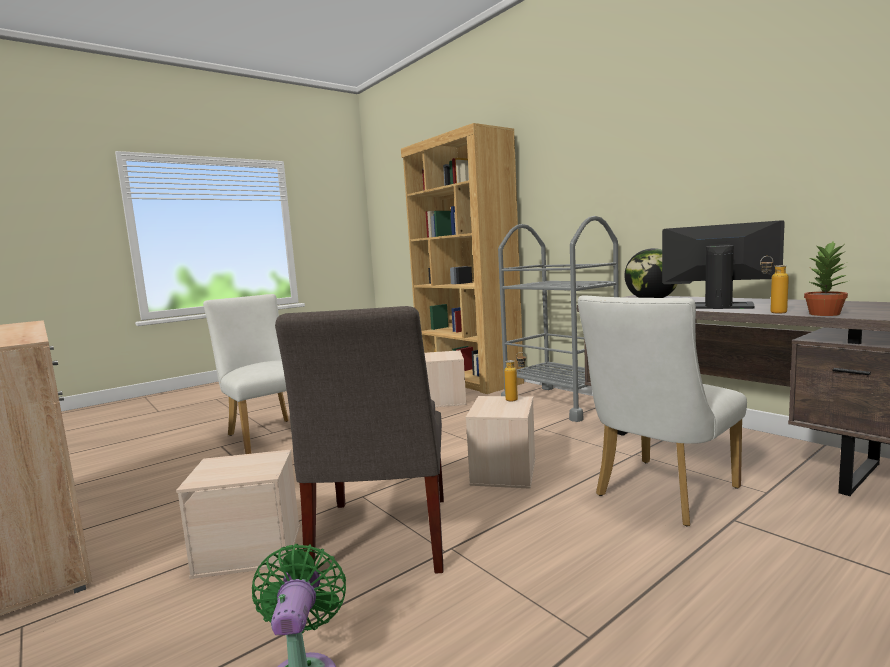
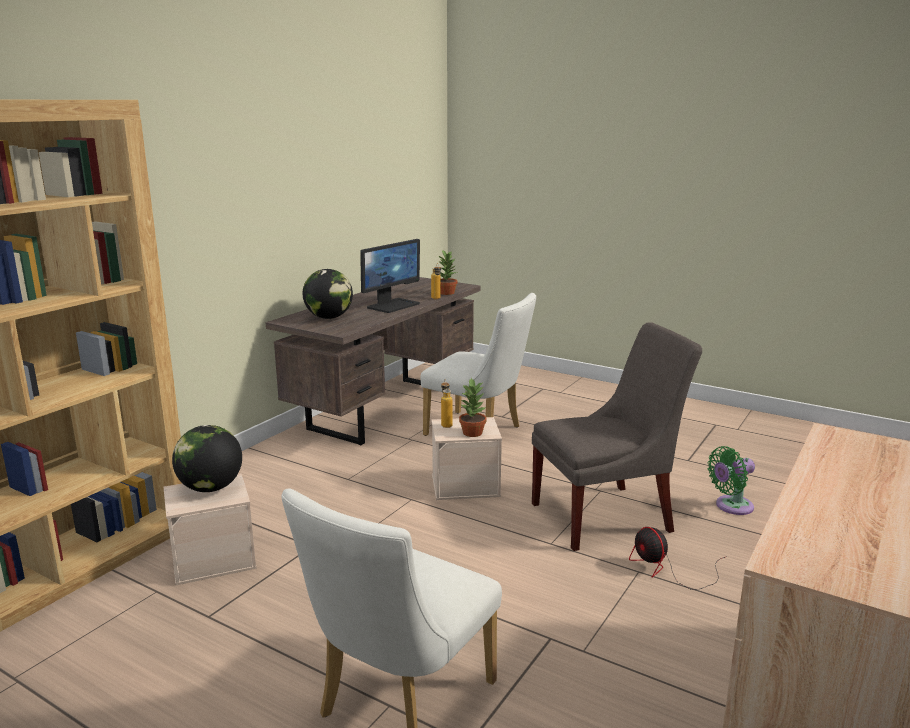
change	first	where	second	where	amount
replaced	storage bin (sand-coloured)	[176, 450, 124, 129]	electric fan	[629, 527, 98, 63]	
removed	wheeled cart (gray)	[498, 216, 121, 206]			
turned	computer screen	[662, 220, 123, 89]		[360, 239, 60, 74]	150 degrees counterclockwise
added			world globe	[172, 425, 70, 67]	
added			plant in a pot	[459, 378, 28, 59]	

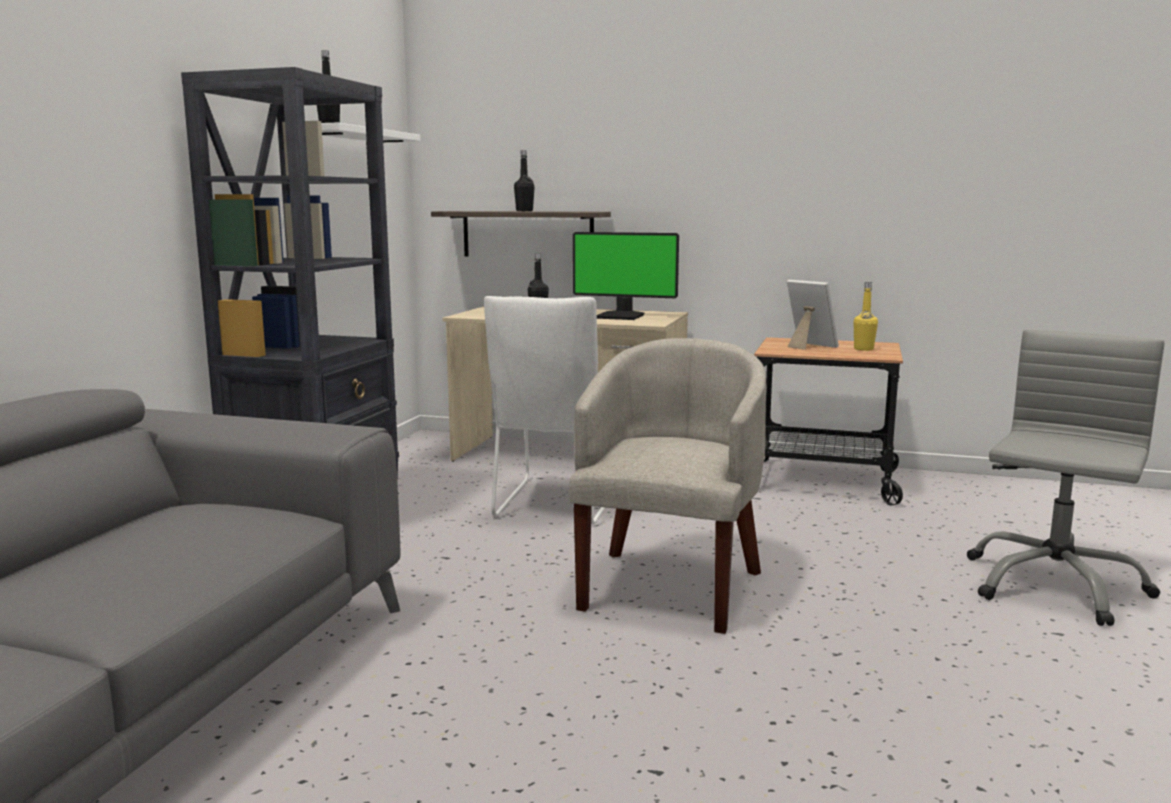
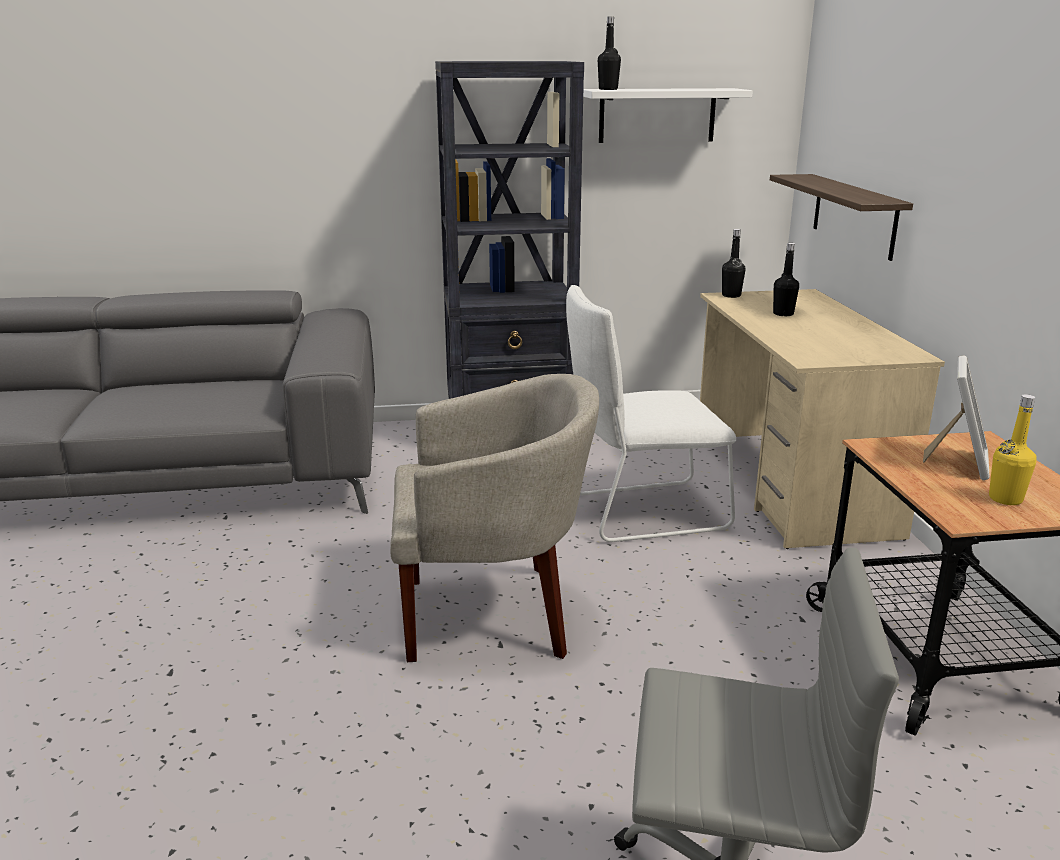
change	first	where	second	where	amount
moved	bottle (black)	[514, 150, 20, 61]		[722, 229, 23, 69]	
removed	computer screen	[573, 232, 106, 88]			

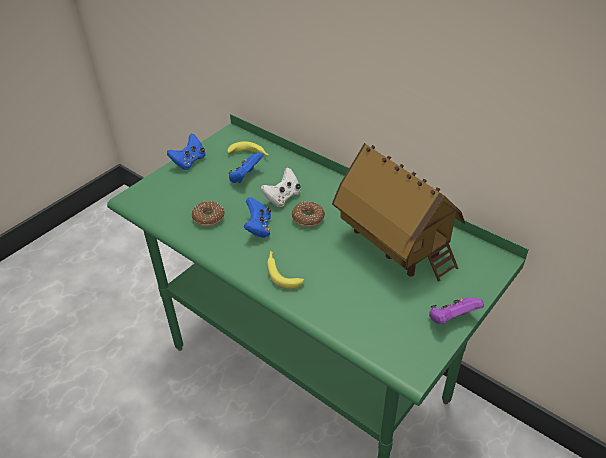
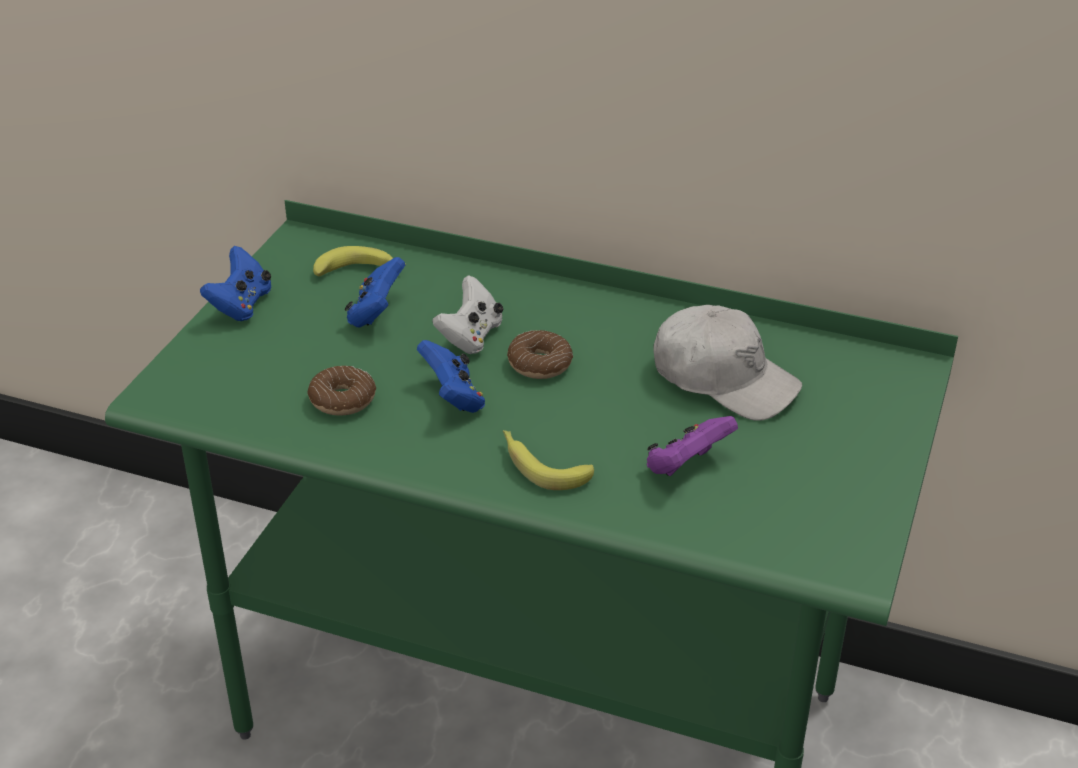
change	first	where	second	where	amount
replaced	model house	[332, 143, 133, 138]	baseball cap (white-coloured)	[654, 305, 148, 116]	
moved	joypad (purplish)	[429, 297, 55, 27]		[647, 416, 91, 60]	

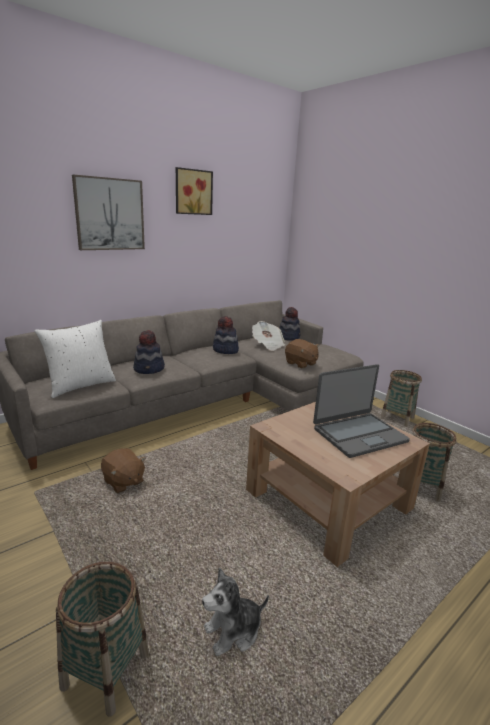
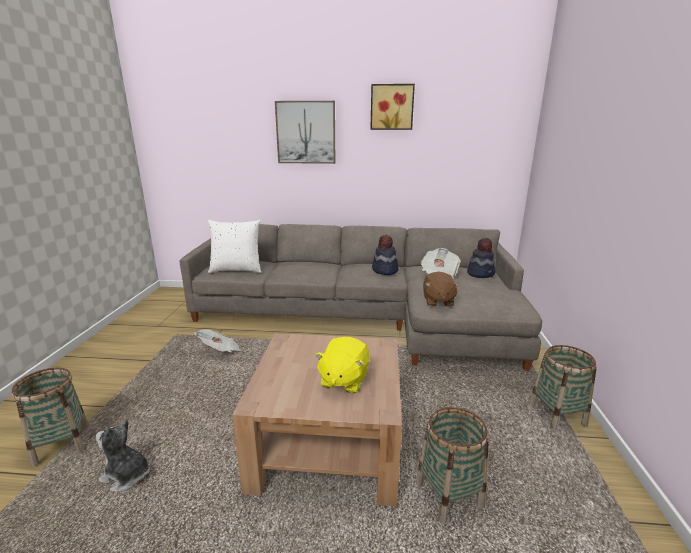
change	first	where	second	where	amount
replaced	soft toy (brown)	[101, 448, 45, 45]	daily paper	[194, 329, 49, 23]	
removed	wearable hat	[133, 330, 32, 44]			
replaced	notebook computer	[313, 364, 97, 94]	soft toy (yellow)	[315, 337, 55, 56]	

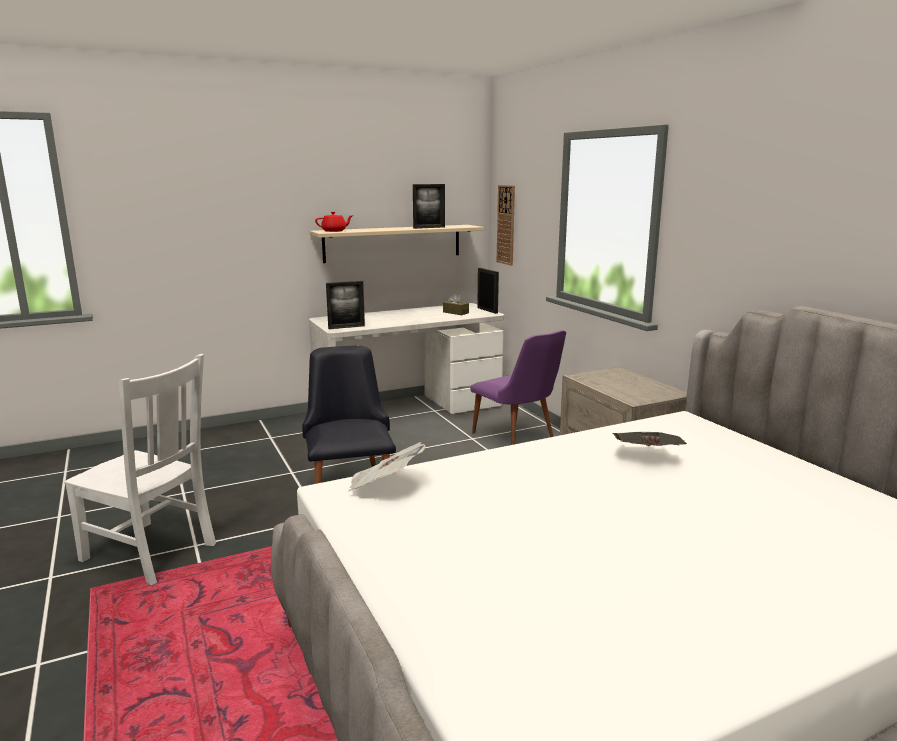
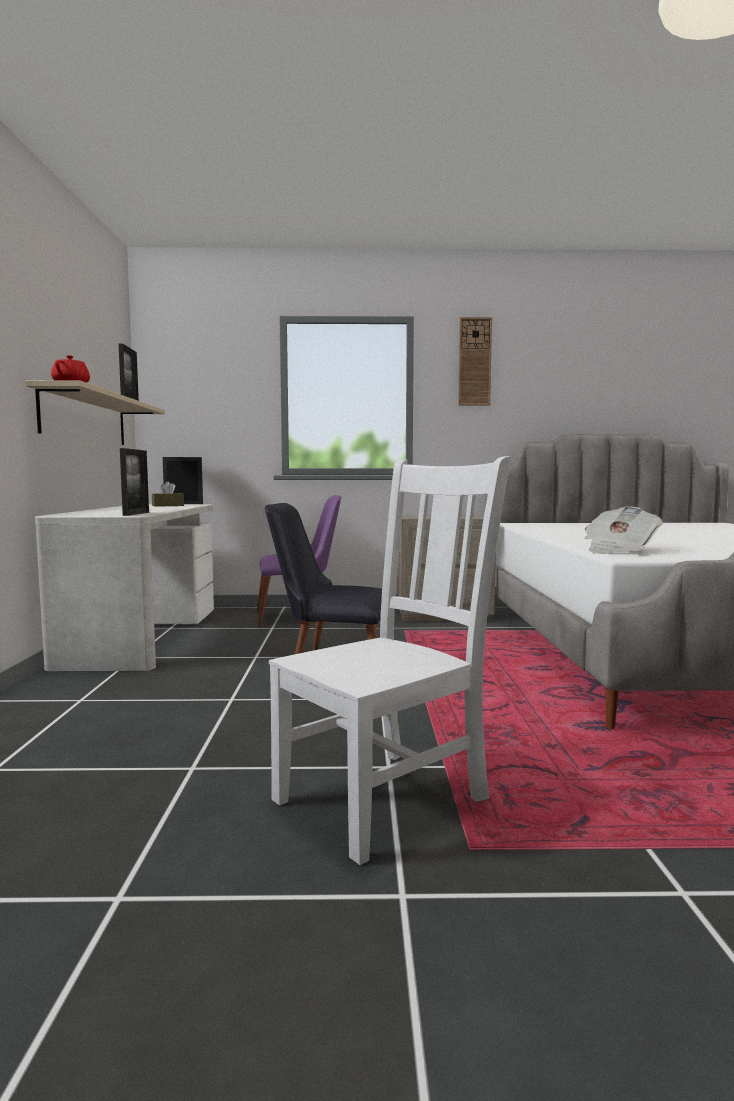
change	first	where	second	where	amount
moved	wall clock	[496, 185, 19, 80]		[458, 317, 34, 88]	
removed	daily paper	[613, 432, 74, 14]			

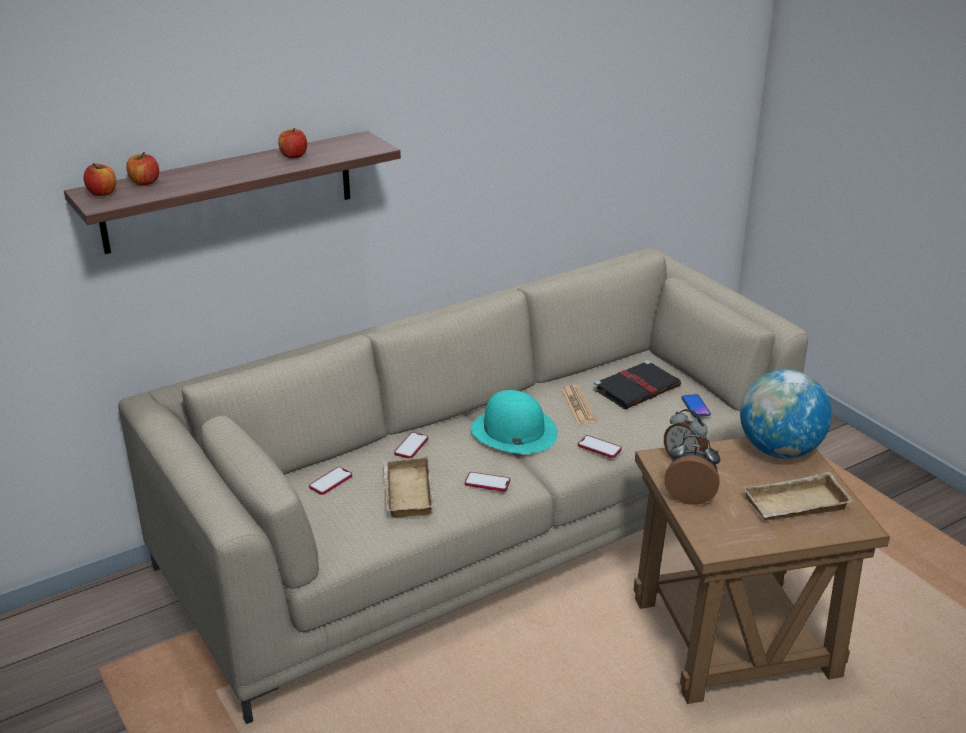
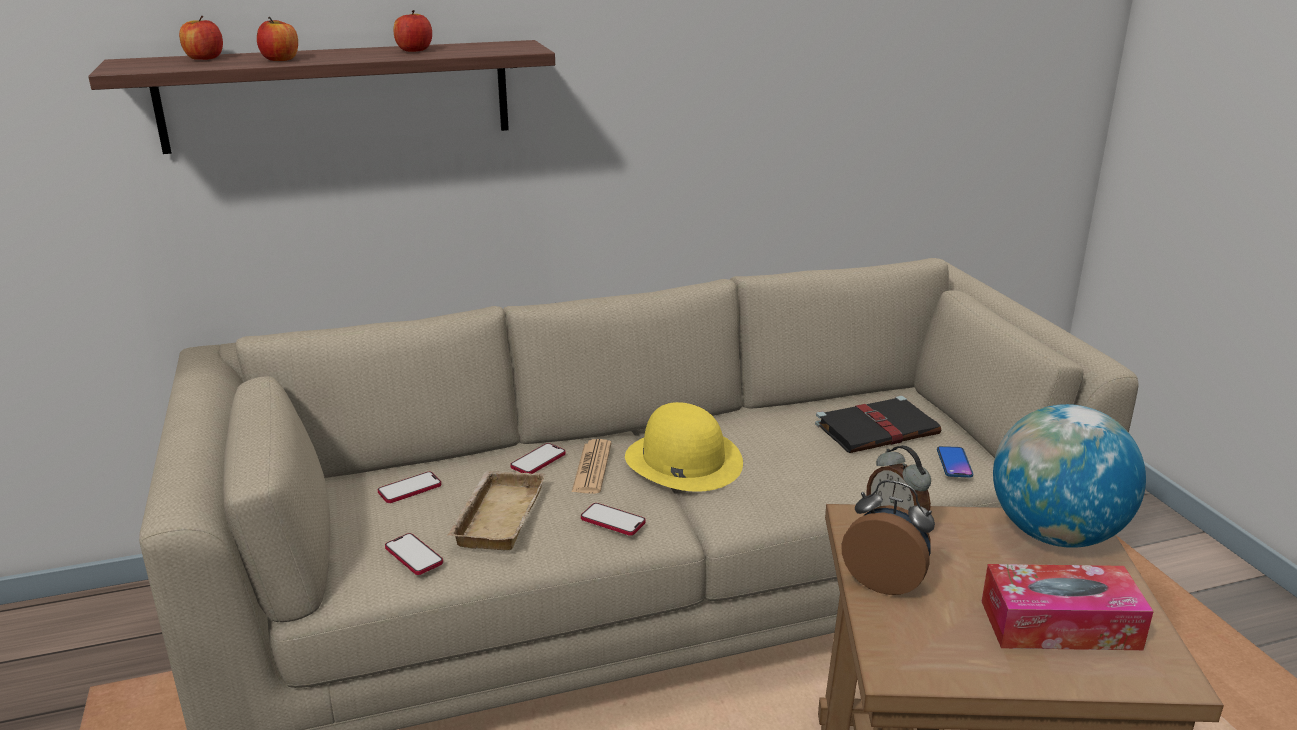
change	first	where	second	where	amount
moved	apple	[84, 163, 32, 33]		[257, 17, 41, 44]	
recoloured	wearable hat (turquoise)	[471, 390, 87, 64]	wearable hat (yellow)	[625, 402, 118, 90]	
moved	daily paper	[561, 385, 36, 39]		[572, 439, 39, 55]	
moved	phone	[578, 435, 44, 23]		[385, 533, 58, 42]	
replaced	tray (sand-coloured)	[743, 472, 111, 48]	tissue box	[981, 564, 173, 86]	

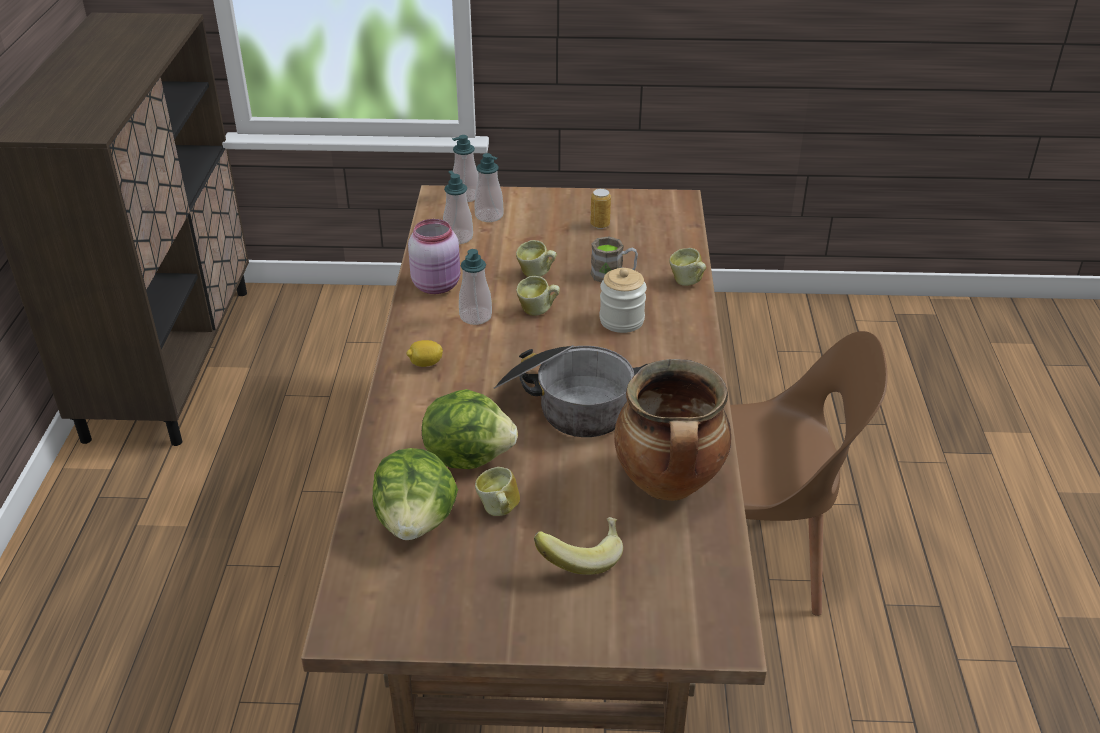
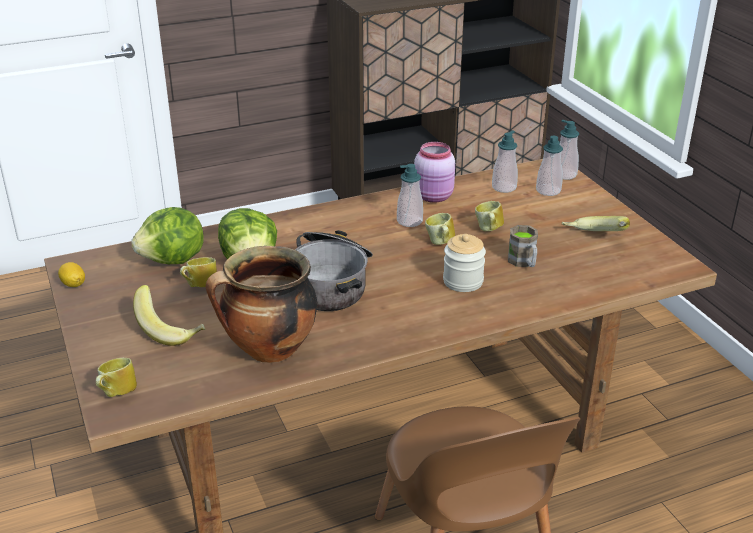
change	first	where	second	where	amount
moved	whole lemon	[407, 340, 36, 27]		[58, 262, 27, 25]	
replaced	metal can	[590, 188, 21, 41]	whole banana	[562, 216, 68, 15]	
moved	tea mug	[669, 248, 37, 38]		[96, 357, 41, 40]	

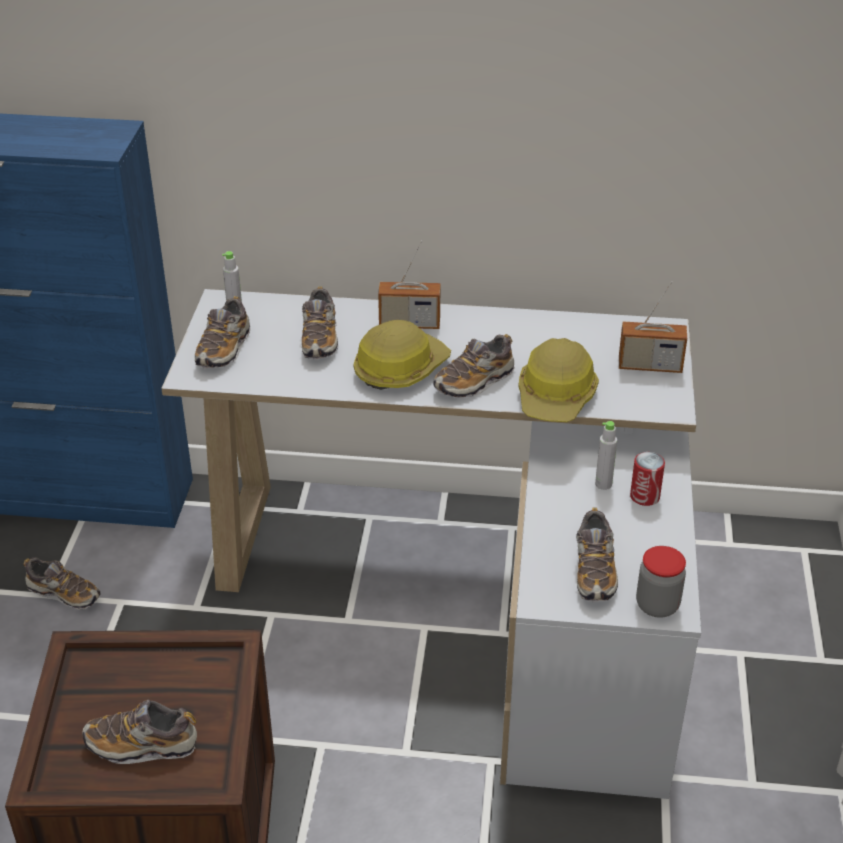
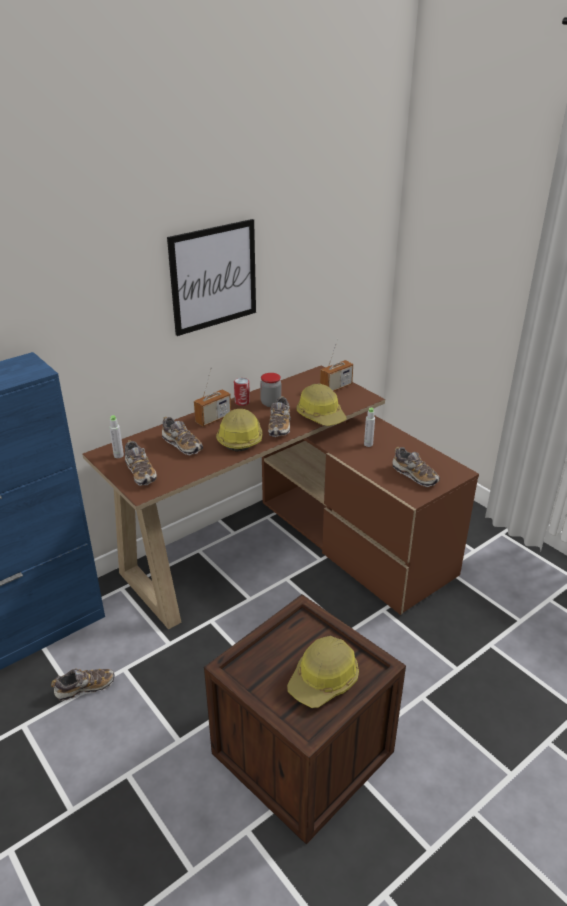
change	first	where	second	where	amount
replaced	shoe	[82, 700, 115, 64]	work helmet	[287, 636, 72, 72]	
recoloured	desk (white-coloured)	[161, 289, 540, 510]	desk (brown)	[82, 365, 397, 264]	
moved	metal can	[630, 452, 35, 54]		[234, 378, 16, 28]	
moved	preserve jar	[636, 546, 50, 72]		[260, 373, 21, 34]	
added			wall picture	[167, 219, 89, 117]	

